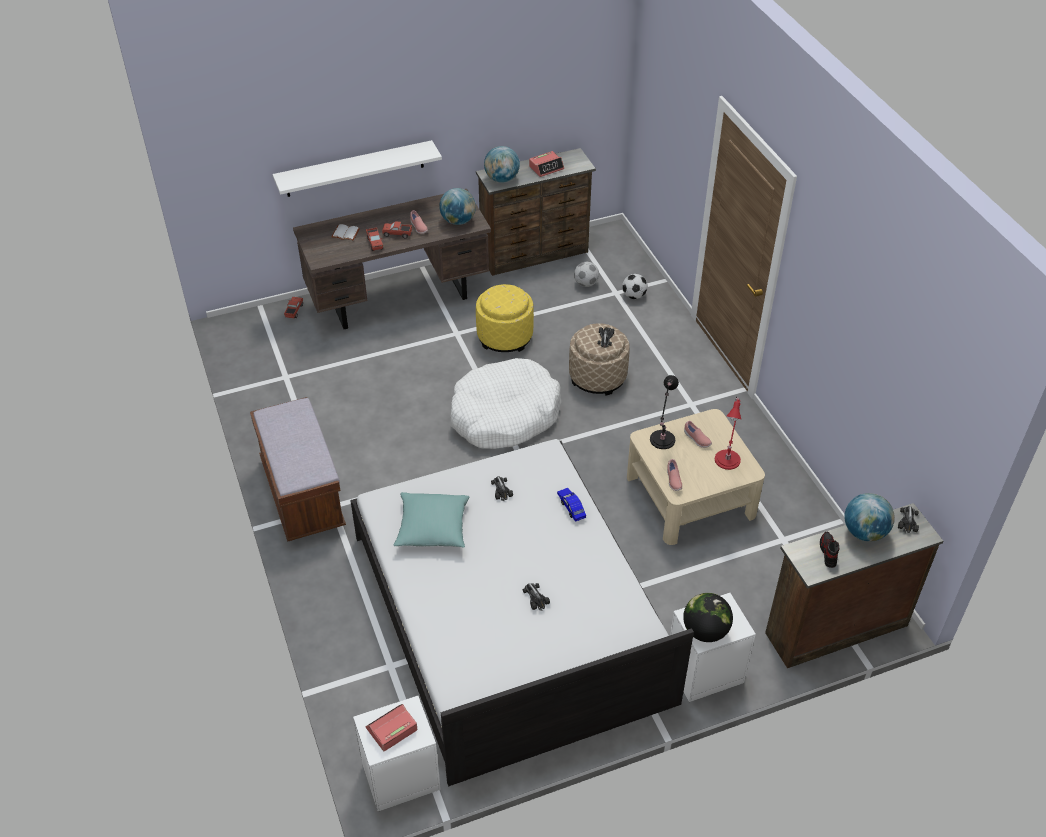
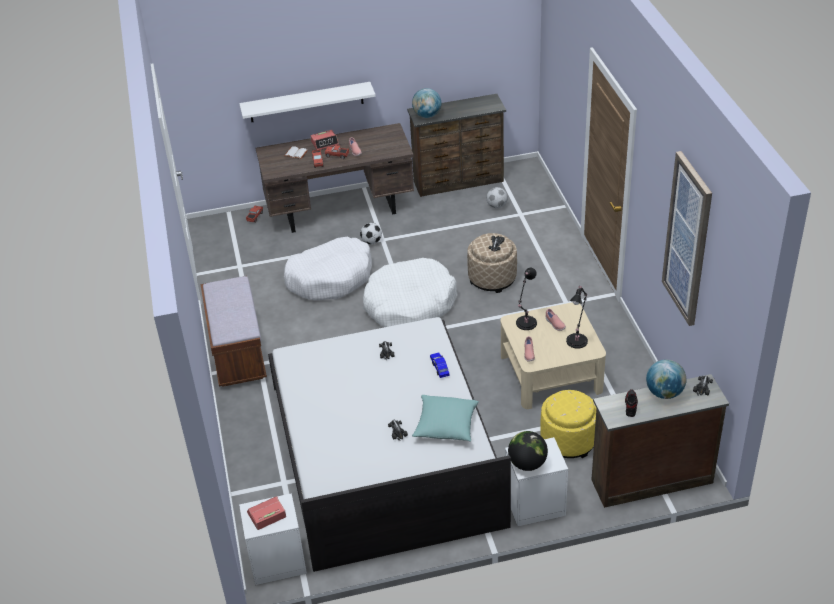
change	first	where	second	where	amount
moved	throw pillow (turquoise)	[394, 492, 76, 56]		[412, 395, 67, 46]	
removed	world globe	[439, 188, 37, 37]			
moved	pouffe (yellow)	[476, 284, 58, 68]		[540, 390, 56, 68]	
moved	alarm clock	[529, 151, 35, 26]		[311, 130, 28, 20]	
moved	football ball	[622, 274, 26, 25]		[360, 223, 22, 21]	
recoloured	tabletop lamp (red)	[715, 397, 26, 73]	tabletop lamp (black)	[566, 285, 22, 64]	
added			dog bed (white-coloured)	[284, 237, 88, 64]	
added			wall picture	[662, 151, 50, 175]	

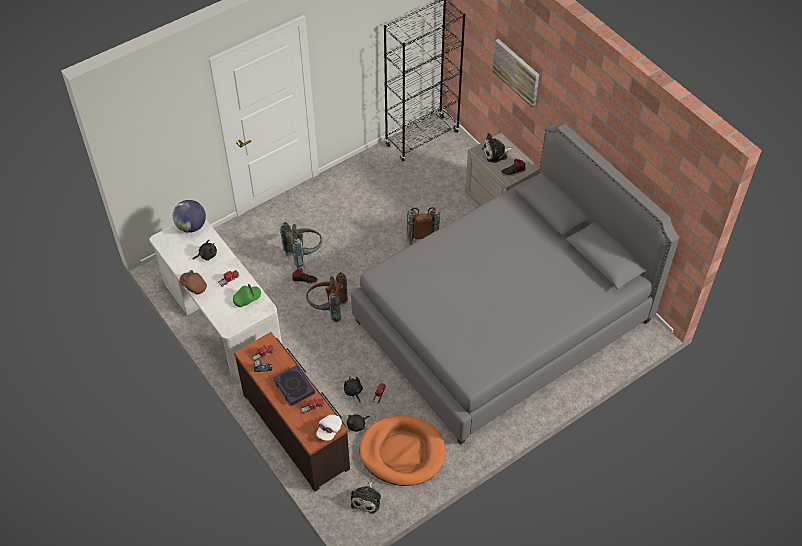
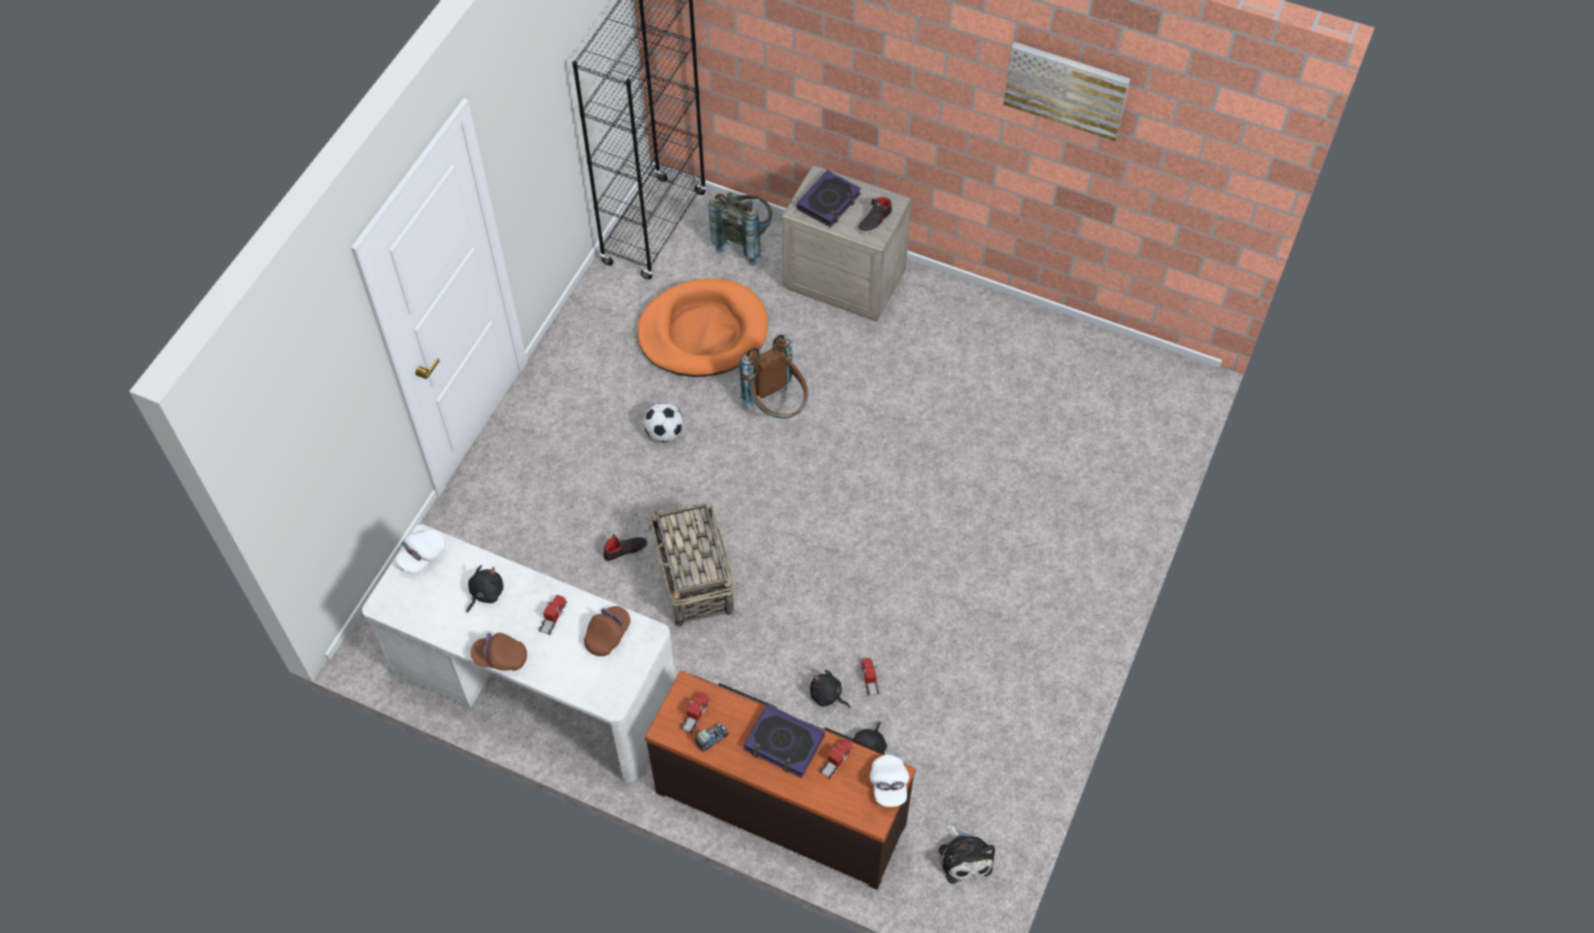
change	first	where	second	where	amount
replaced	world globe	[173, 200, 33, 33]	baseball cap (white-coloured)	[396, 530, 50, 42]	
recoloured	baseball cap (green-coloured)	[233, 284, 28, 23]	baseball cap (brown)	[584, 606, 46, 50]	
moved	rucksack (gray)	[280, 222, 42, 48]		[708, 192, 65, 74]	
replaced	rucksack (brown)	[306, 272, 42, 50]	storage basket	[649, 502, 85, 125]	
removed	bedroom bed (gray)	[351, 124, 328, 321]			
moved	dog bed (orangey)	[359, 415, 87, 71]		[637, 279, 131, 98]	
replaced	soft toy	[482, 133, 31, 30]	volume	[796, 170, 65, 58]	
moved	wall picture	[493, 39, 46, 69]		[1004, 42, 126, 99]	
added			football ball	[644, 403, 39, 39]	

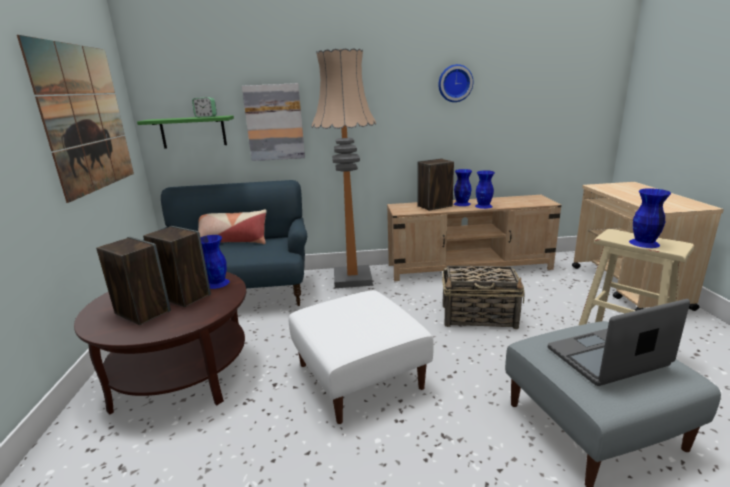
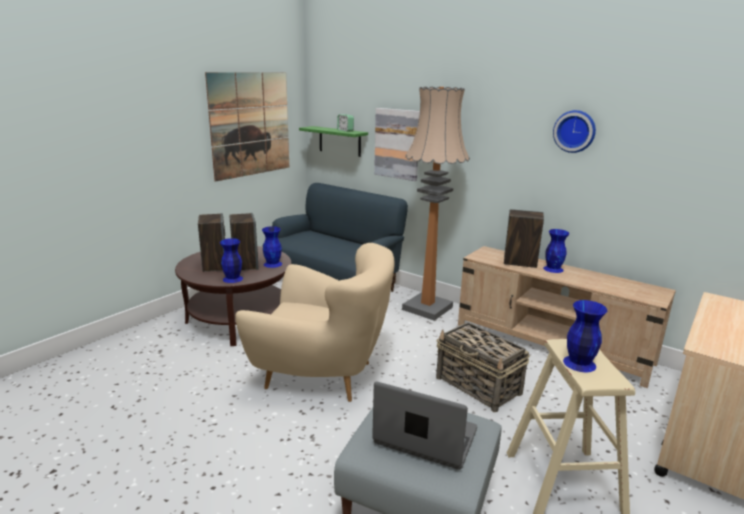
change	first	where	second	where	amount
removed	throw pillow	[198, 210, 69, 34]			
replaced	pouffe (white-coloured)	[288, 290, 146, 134]	lounge chair (sand-coloured)	[235, 243, 160, 159]	
moved	vase (blue-coloured)	[475, 170, 20, 39]		[220, 238, 23, 45]	

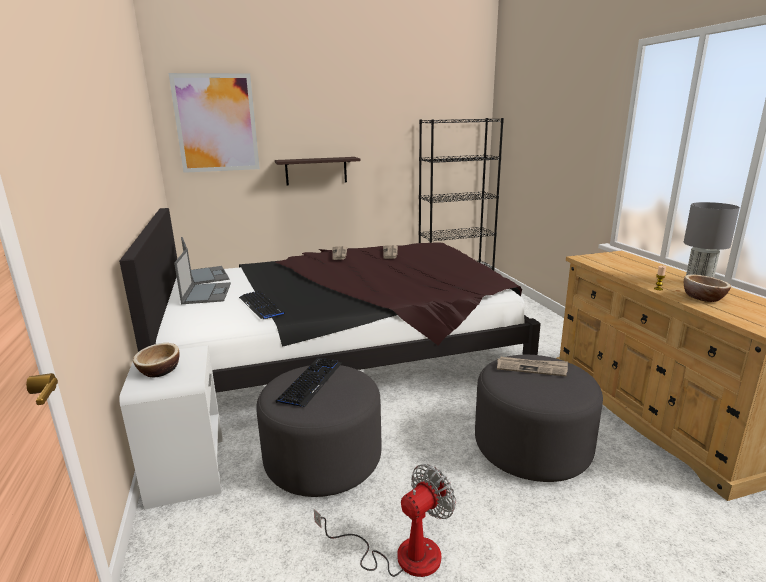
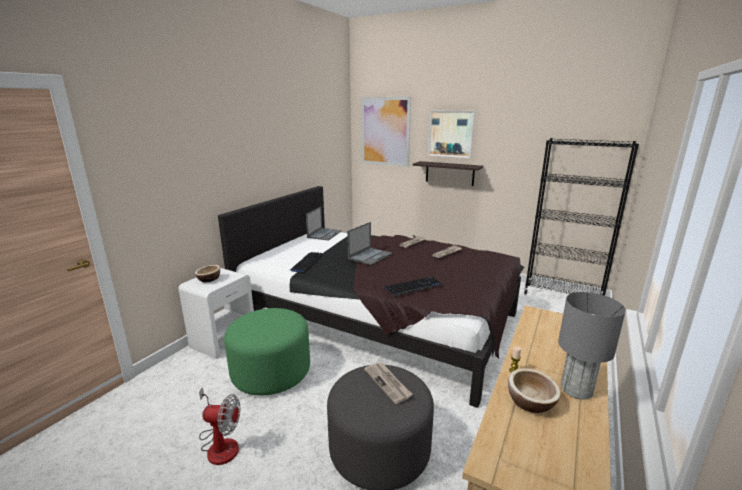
change	first	where	second	where	amount
moved	notebook computer	[174, 248, 57, 56]		[347, 222, 45, 43]	
recoloured	pouffe (gray)	[256, 365, 126, 132]	pouffe (green-coloured)	[224, 308, 86, 88]	
moved	keyboard	[276, 358, 66, 49]		[384, 277, 59, 19]	
added			wall picture	[428, 111, 47, 47]	

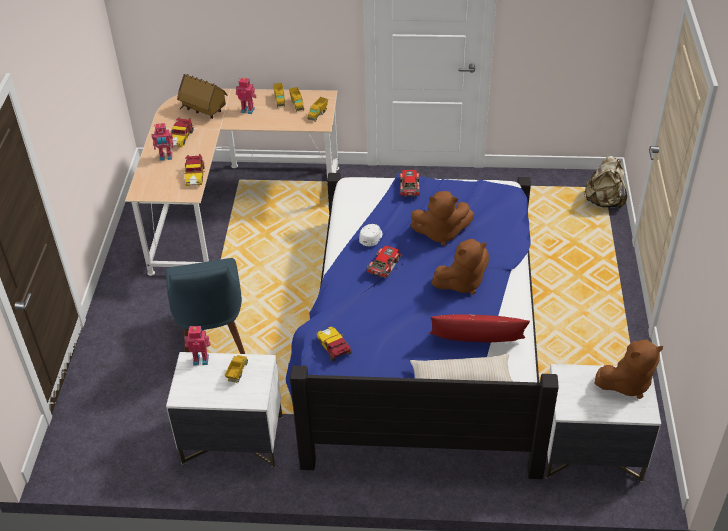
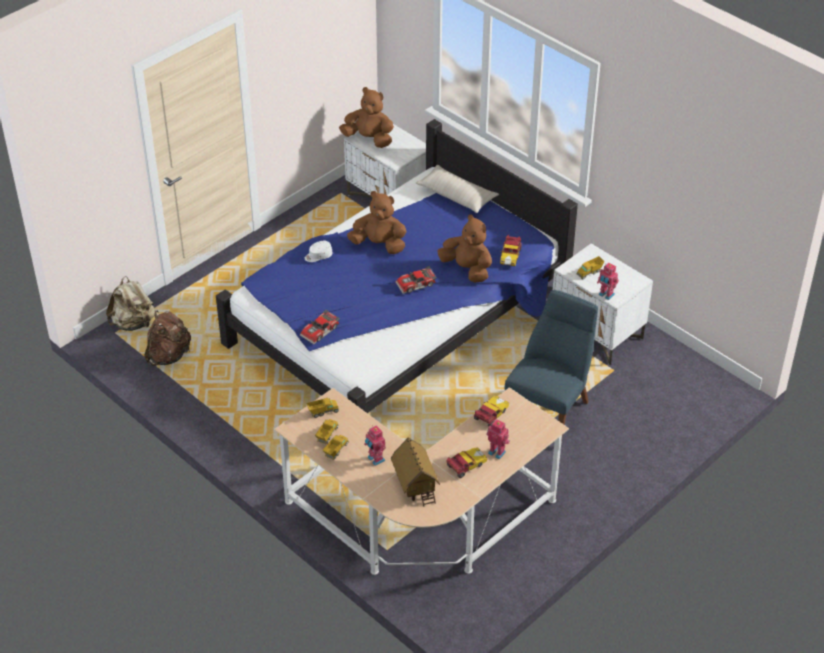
change	first	where	second	where	amount
moved	baseball cap (white-coloured)	[359, 224, 23, 22]		[305, 241, 27, 21]	
moved	soft toy (brown)	[410, 191, 64, 55]		[437, 214, 55, 68]	
removed	throw pillow (red)	[429, 314, 101, 28]			
added			rucksack (brown)	[144, 311, 47, 55]	

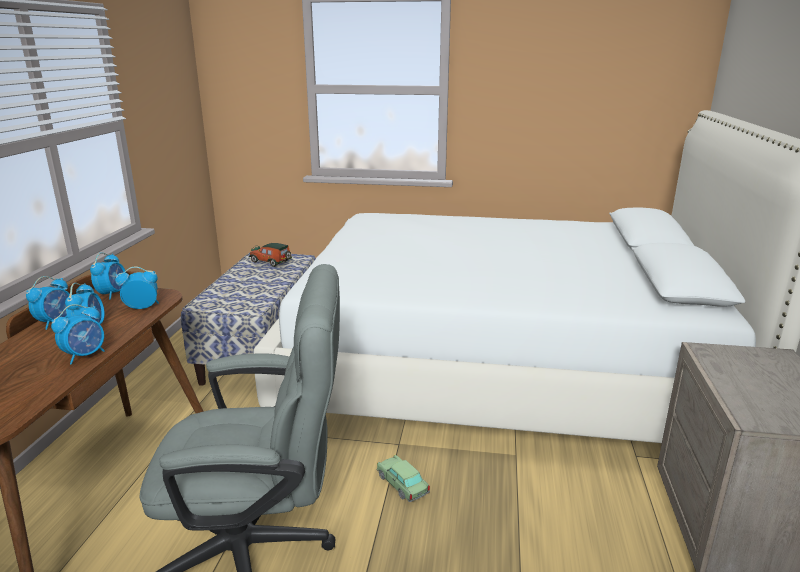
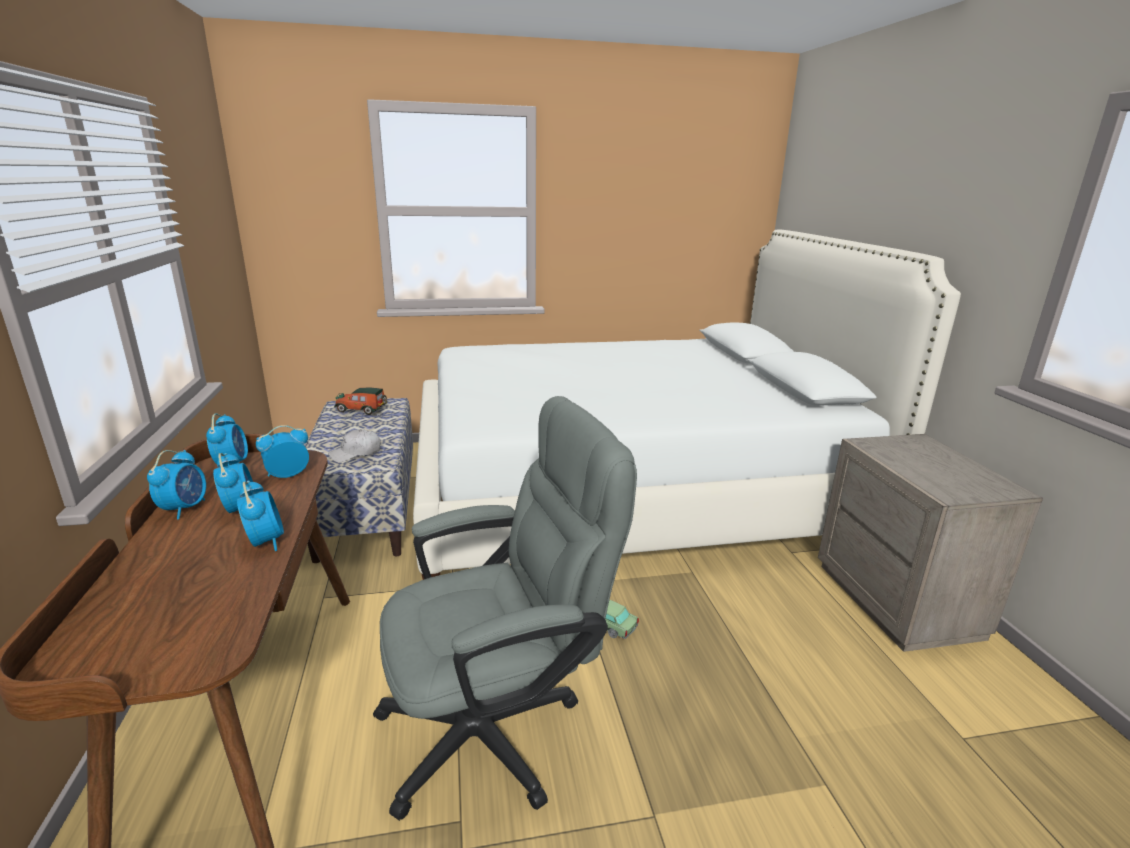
change	first	where	second	where	amount
turned	alarm clock	[51, 304, 54, 61]		[237, 480, 47, 71]	45 degrees counterclockwise
added			baseball cap (white-coloured)	[328, 429, 53, 33]	

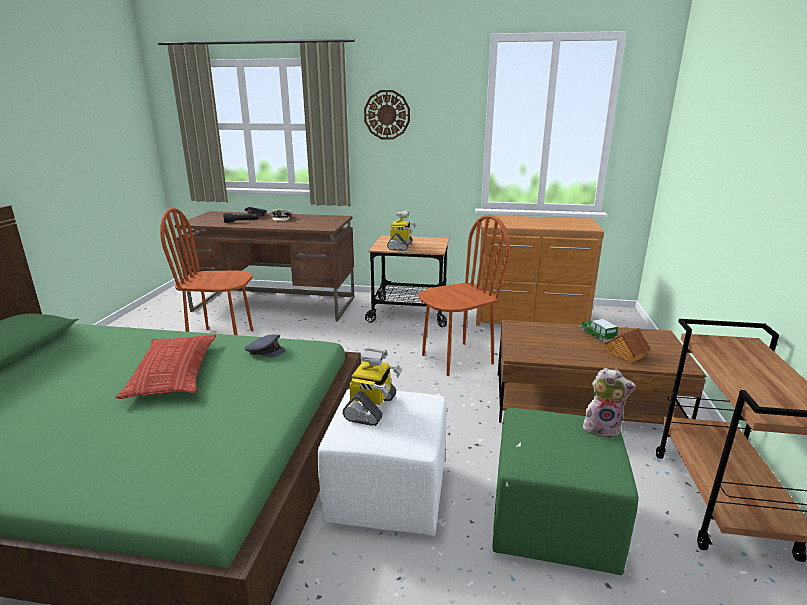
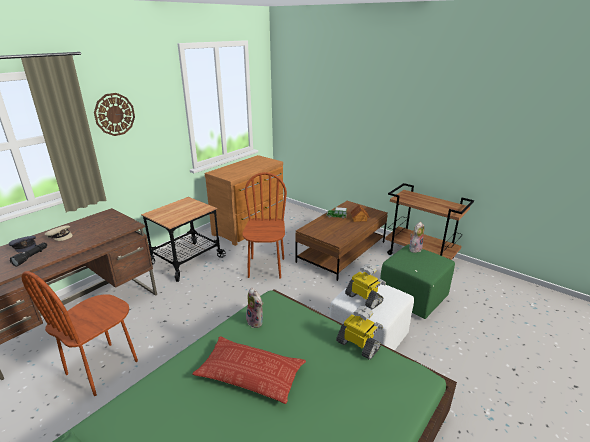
change	first	where	second	where	amount
replaced	baseball cap (gray)	[245, 334, 40, 23]	soft toy	[246, 288, 17, 40]	
moved	toy robot	[387, 211, 29, 40]		[336, 306, 47, 54]	

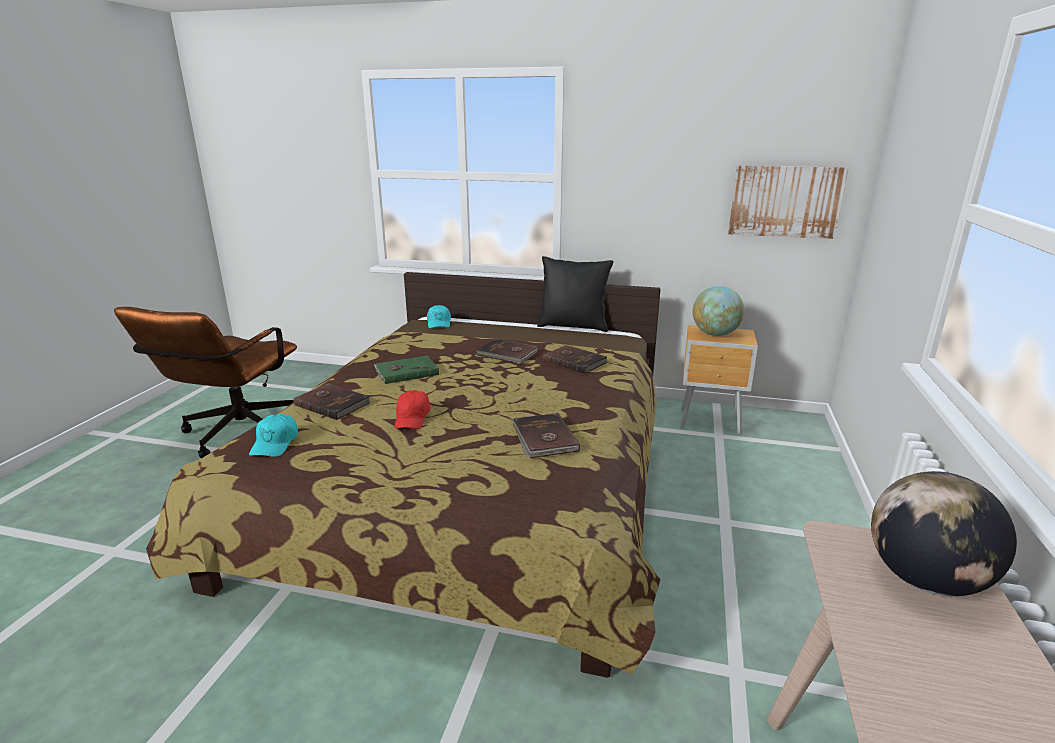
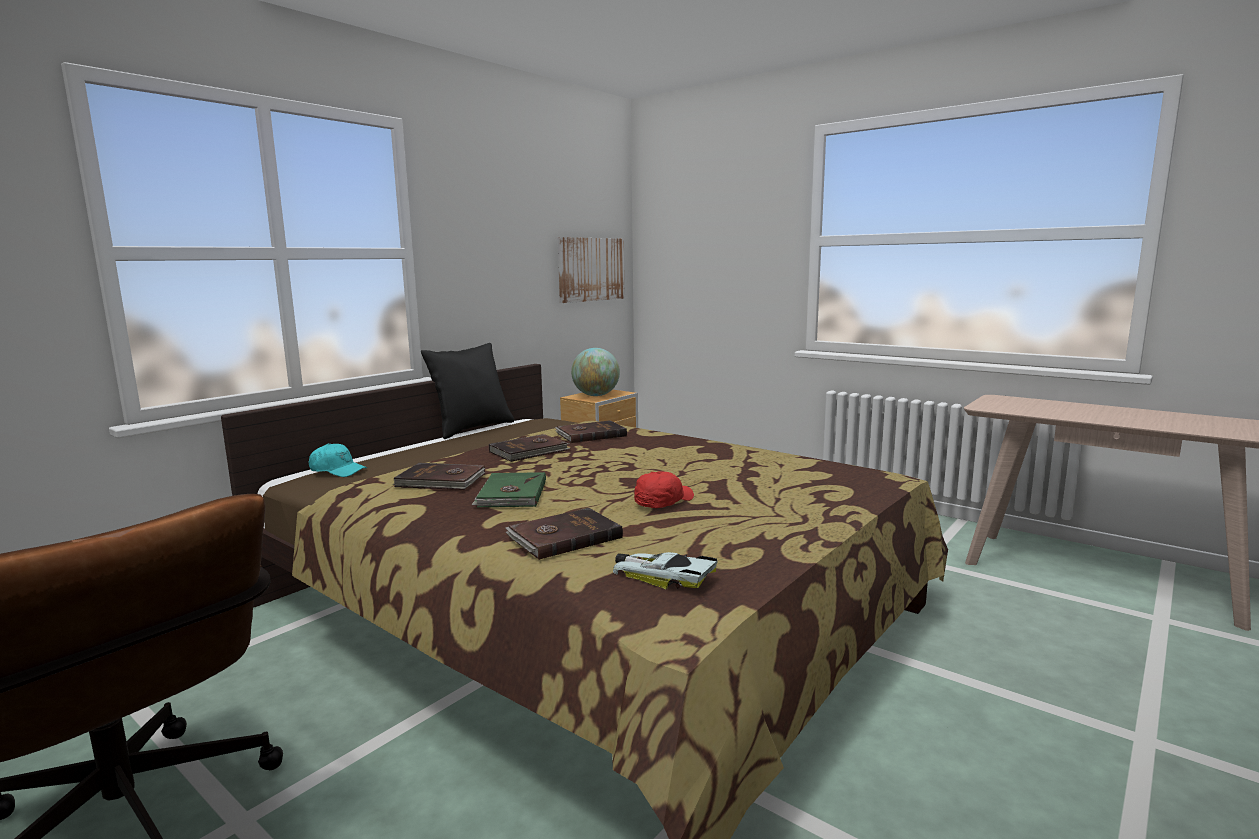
change	first	where	second	where	amount
replaced	baseball cap (turquoise)	[249, 414, 49, 43]	model car	[613, 552, 105, 37]	
turned	baseball cap (red)	[395, 390, 36, 39]		[634, 471, 60, 37]	75 degrees counterclockwise
moved	volume (brown)	[513, 413, 67, 45]		[393, 463, 92, 27]	
removed	world globe	[871, 471, 146, 125]			

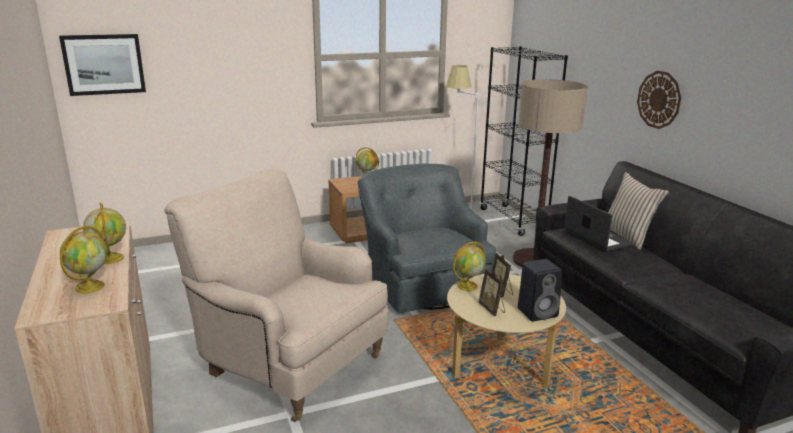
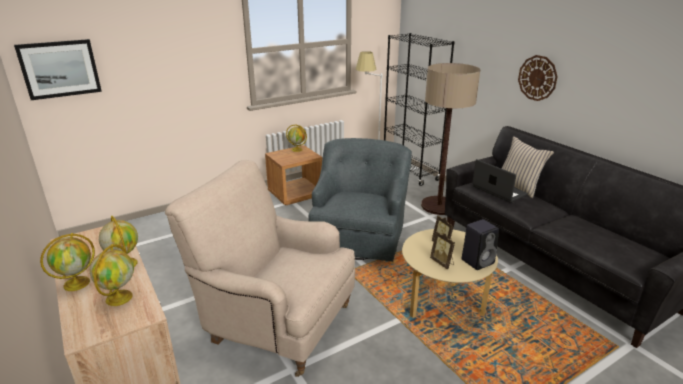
change	first	where	second	where	amount
turned	lounge chair (gray)	[358, 164, 138, 149]		[308, 138, 104, 123]	45 degrees clockwise
moved	world globe	[453, 241, 33, 50]		[40, 233, 55, 58]	

